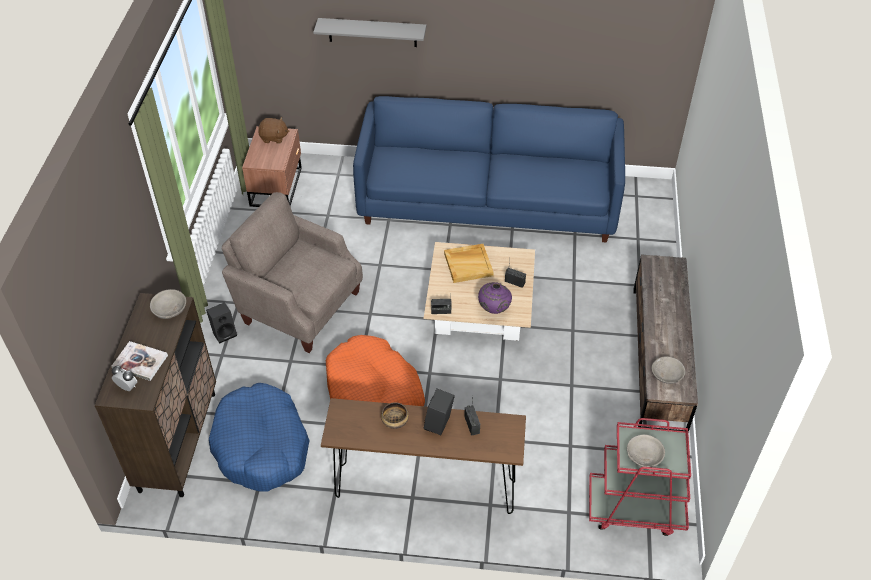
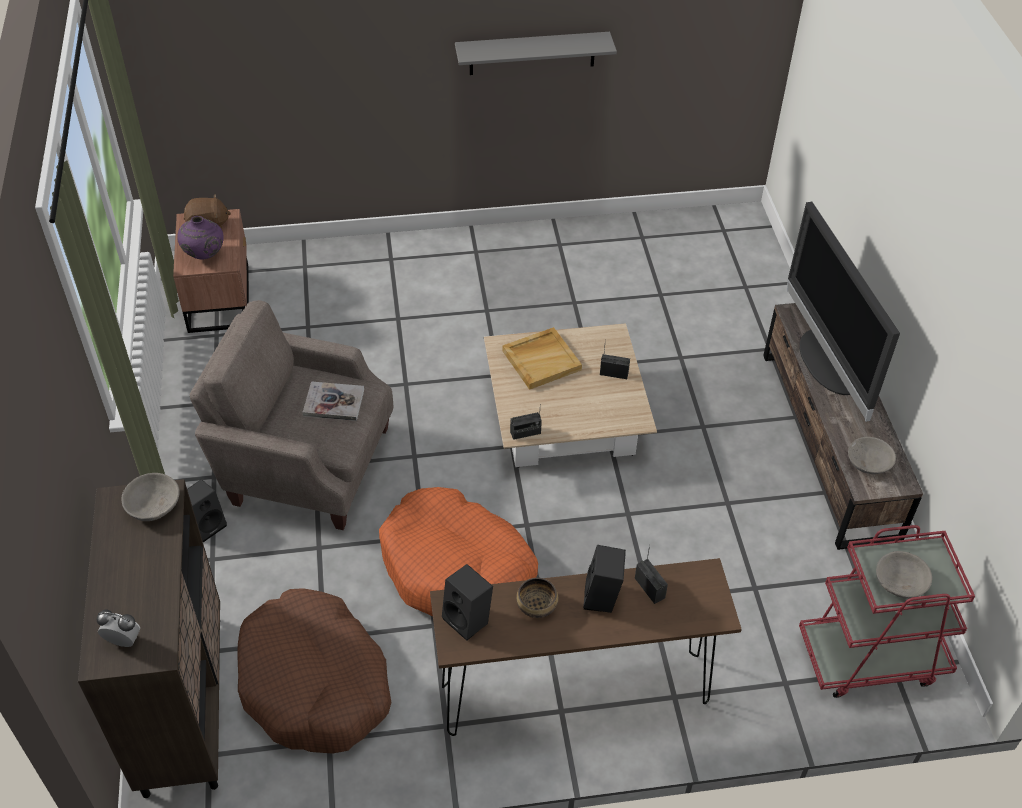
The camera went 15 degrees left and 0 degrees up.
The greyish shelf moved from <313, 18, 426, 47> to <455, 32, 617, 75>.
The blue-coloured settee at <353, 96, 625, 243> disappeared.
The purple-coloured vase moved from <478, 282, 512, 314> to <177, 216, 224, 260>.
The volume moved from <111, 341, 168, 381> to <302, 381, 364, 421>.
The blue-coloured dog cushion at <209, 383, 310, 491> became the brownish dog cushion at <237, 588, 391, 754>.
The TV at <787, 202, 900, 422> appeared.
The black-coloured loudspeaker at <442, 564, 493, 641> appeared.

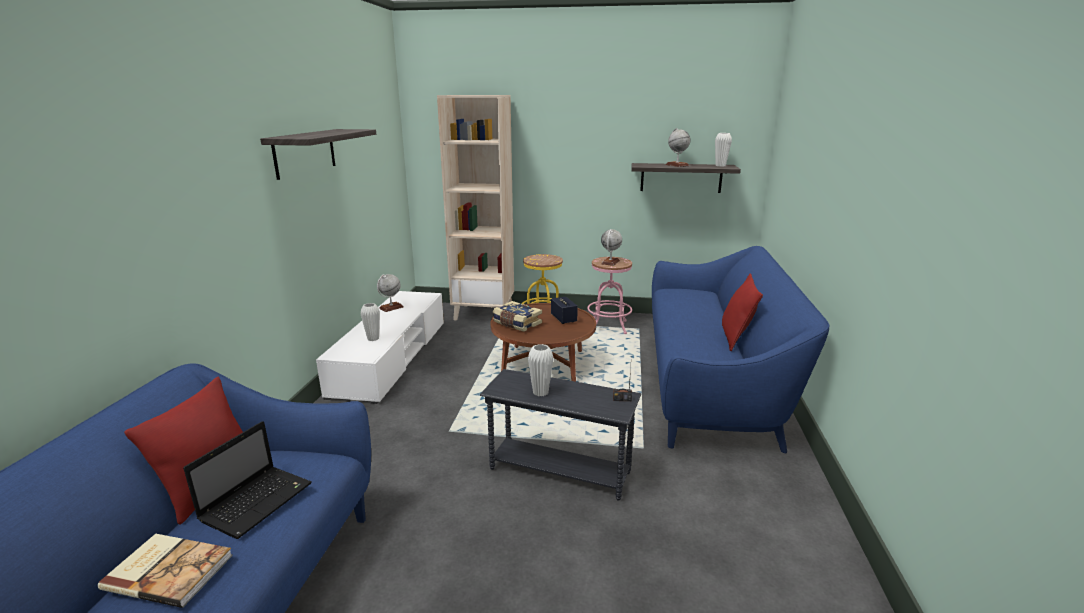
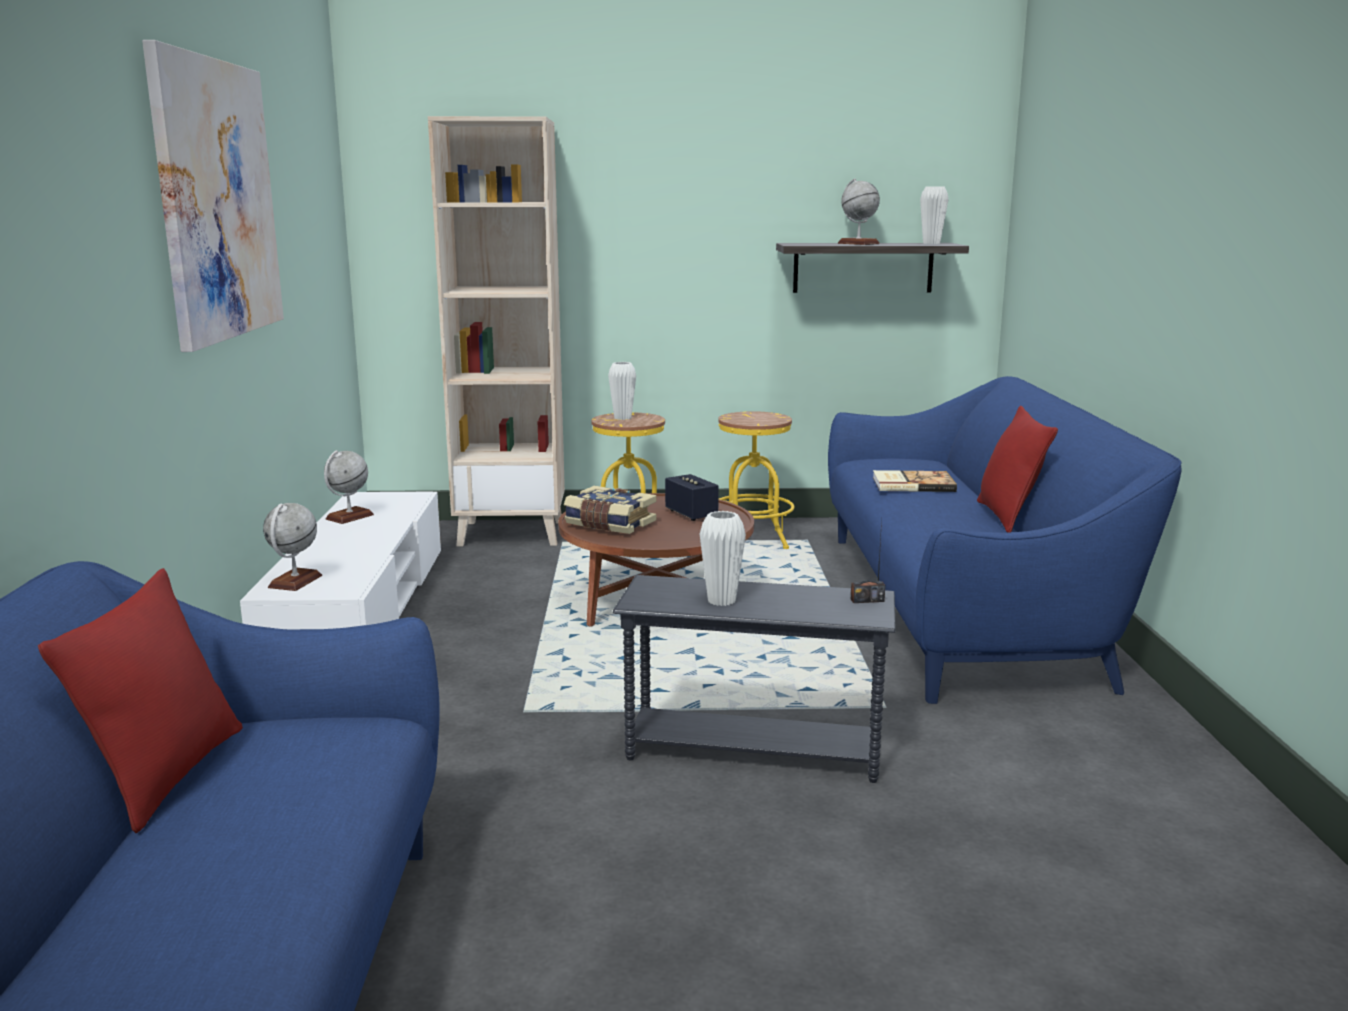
The camera went 10 degrees left and 5 degrees down.
The shelf at <260, 129, 376, 180> was replaced by the wall art at <142, 40, 284, 352>.
The globe moved from <601, 229, 622, 266> to <263, 503, 322, 591>.
The pink-coloured stool at <587, 257, 632, 334> became the yellowish stool at <718, 411, 794, 549>.
The whitish vase moved from <361, 303, 380, 341> to <608, 362, 636, 420>.
The laptop at <183, 421, 312, 539> disappeared.
The volume moved from <98, 534, 233, 608> to <873, 470, 957, 492>.

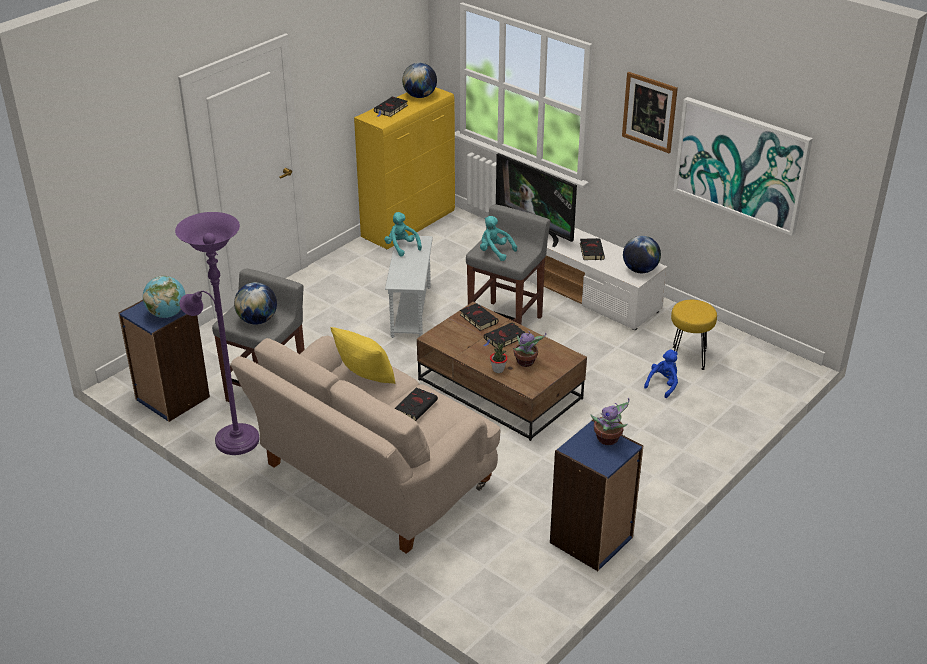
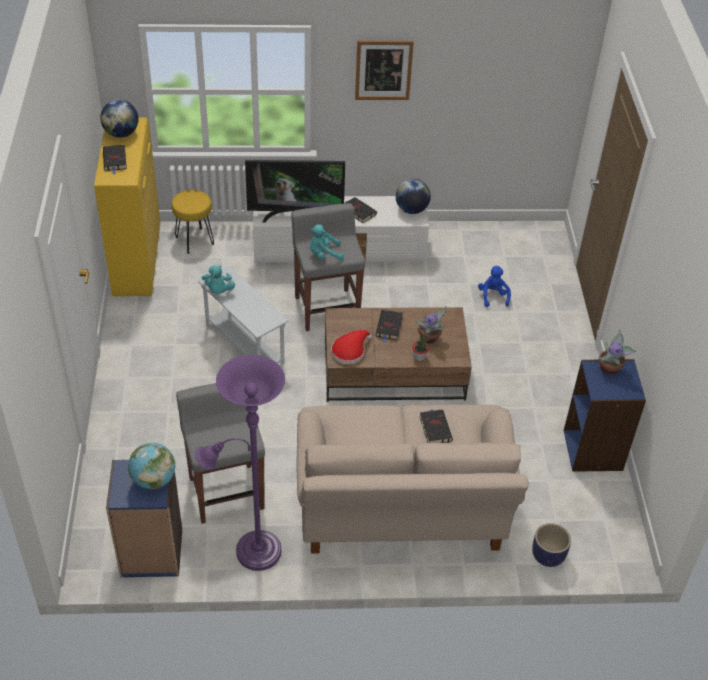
The camera went 45 degrees left and 10 degrees up.
The wall art at <673, 97, 813, 236> disappeared.
The blue-green cuddly toy at <384, 212, 422, 257> turned 105 degrees counterclockwise.
The globe at <234, 282, 277, 325> disappeared.
The yellowish stool moved from <671, 300, 717, 370> to <171, 190, 214, 254>.
The black-coloured volume at <460, 303, 498, 331> disappeared.
The yellowish pillow at <330, 327, 396, 384> disappeared.
The reddish clothing hat at <331, 330, 372, 365> appeared.
The flower pot at <532, 523, 571, 567> appeared.

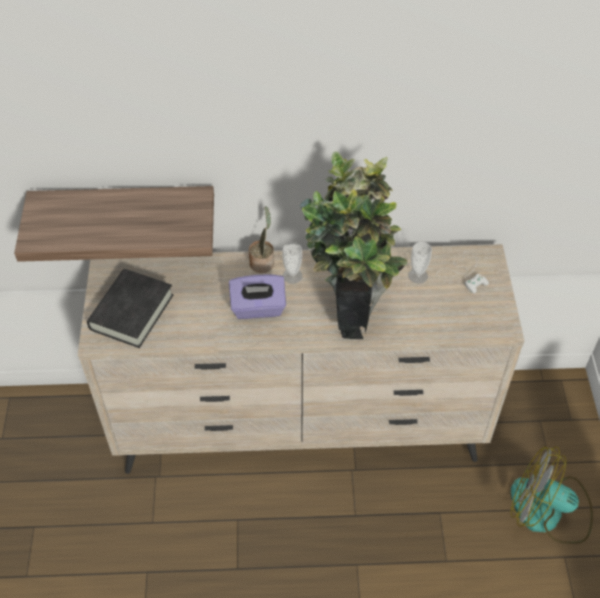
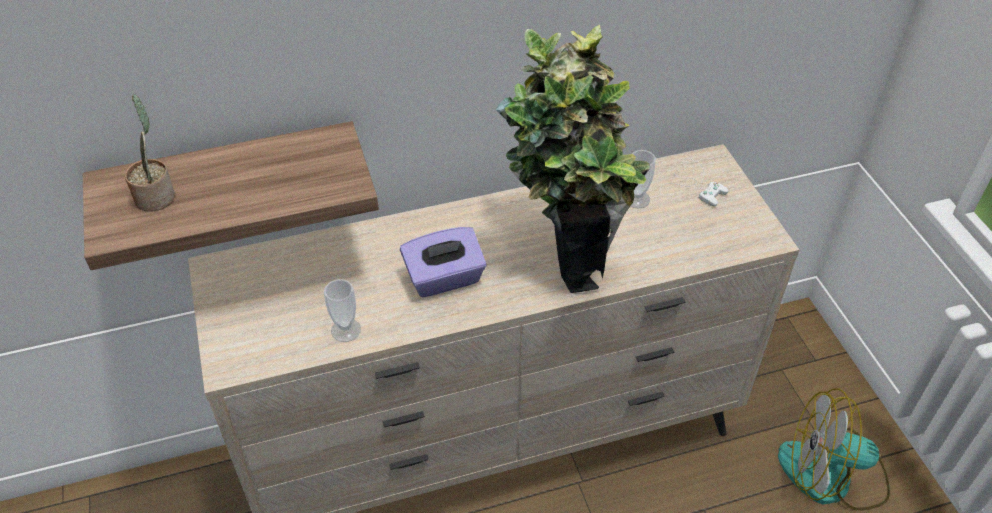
The camera went 15 degrees left and 5 degrees down.
The plant in a pot moved from <249, 206, 274, 273> to <125, 94, 175, 212>.
The cup moved from <282, 242, 303, 284> to <324, 279, 361, 342>.
The black-coloured volume at <87, 269, 173, 348> disappeared.

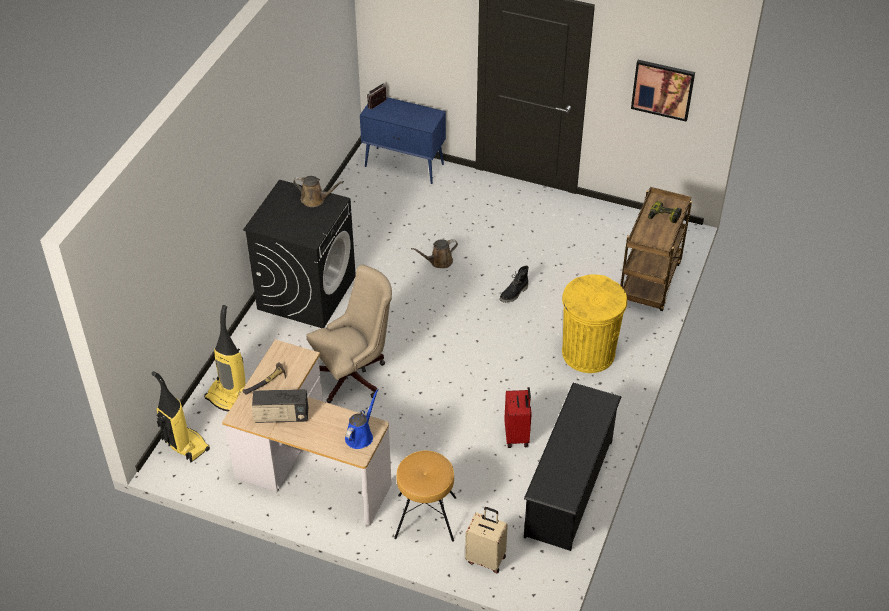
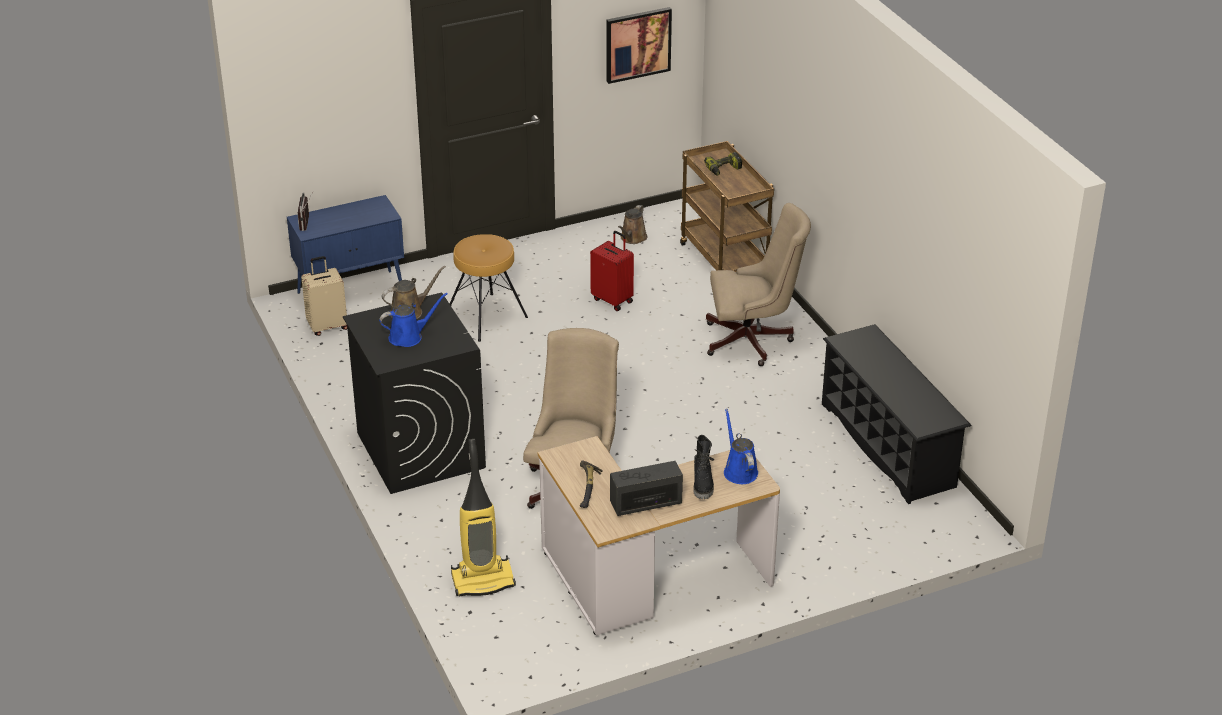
The camera went 45 degrees left and 10 degrees down.
The brownish sprinkling can moved from <411, 239, 458, 268> to <618, 205, 647, 244>.
The black-coloured boot moved from <499, 266, 529, 303> to <693, 435, 714, 499>.
The yellowish trash can at <562, 274, 627, 373> was replaced by the beige-coloured desk chair at <706, 203, 811, 366>.
The vacuum at <151, 371, 210, 463> disappeared.
The reddish travel case moved from <504, 387, 532, 448> to <590, 231, 634, 311>.
The radio at <252, 389, 308, 423> turned 150 degrees counterclockwise.
The brownish stool moved from <394, 451, 456, 542> to <450, 234, 528, 342>.
The beige-coloured travel case moved from <465, 507, 508, 573> to <301, 256, 347, 336>.
The blue-coloured sprinkling can at <379, 293, 448, 347> appeared.

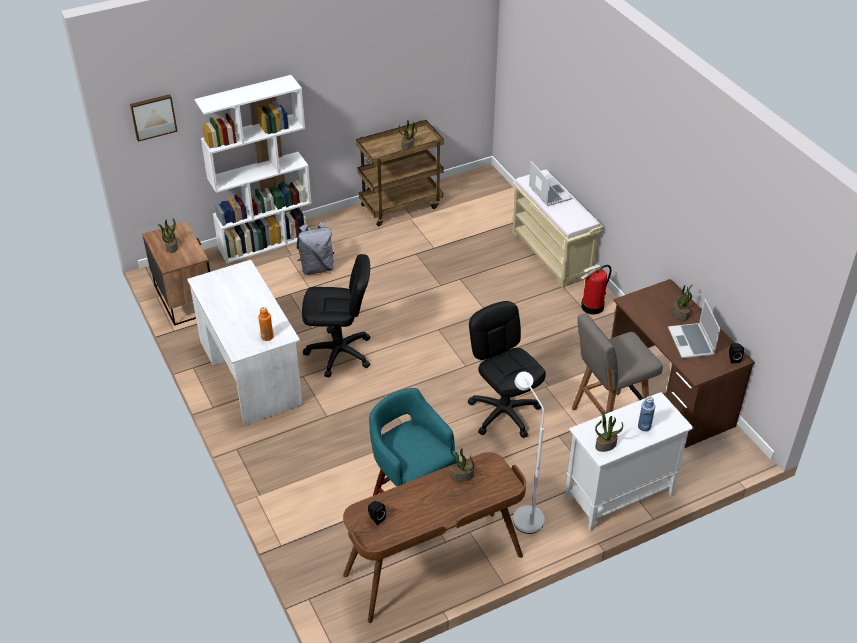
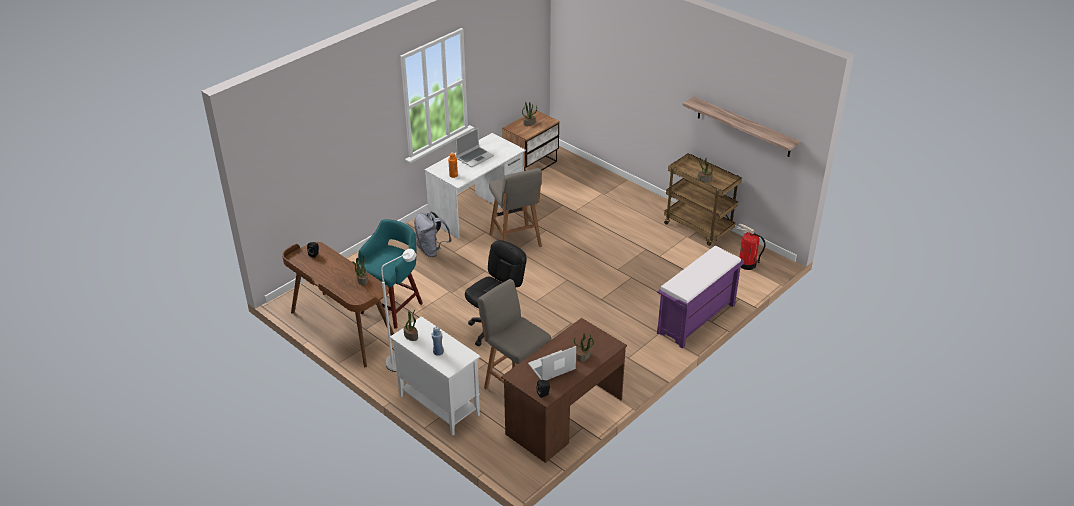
The camera went 70 degrees right and 5 degrees down.
The whitish shelving unit at <194, 75, 312, 264> disappeared.
The wall art at <130, 94, 178, 142> disappeared.
The laptop moved from <529, 161, 573, 206> to <456, 128, 494, 167>.
The beige-coloured long seat at <512, 170, 604, 288> became the purple-coloured long seat at <657, 246, 744, 349>.
The greyish knapsack moved from <296, 222, 334, 275> to <414, 211, 452, 257>.
The black-coloured desk chair at <302, 254, 370, 377> was replaced by the greyish stool at <489, 168, 542, 247>.
The fire extinguisher moved from <581, 264, 612, 315> to <736, 223, 766, 270>.
The shelf at <683, 97, 800, 157> appeared.

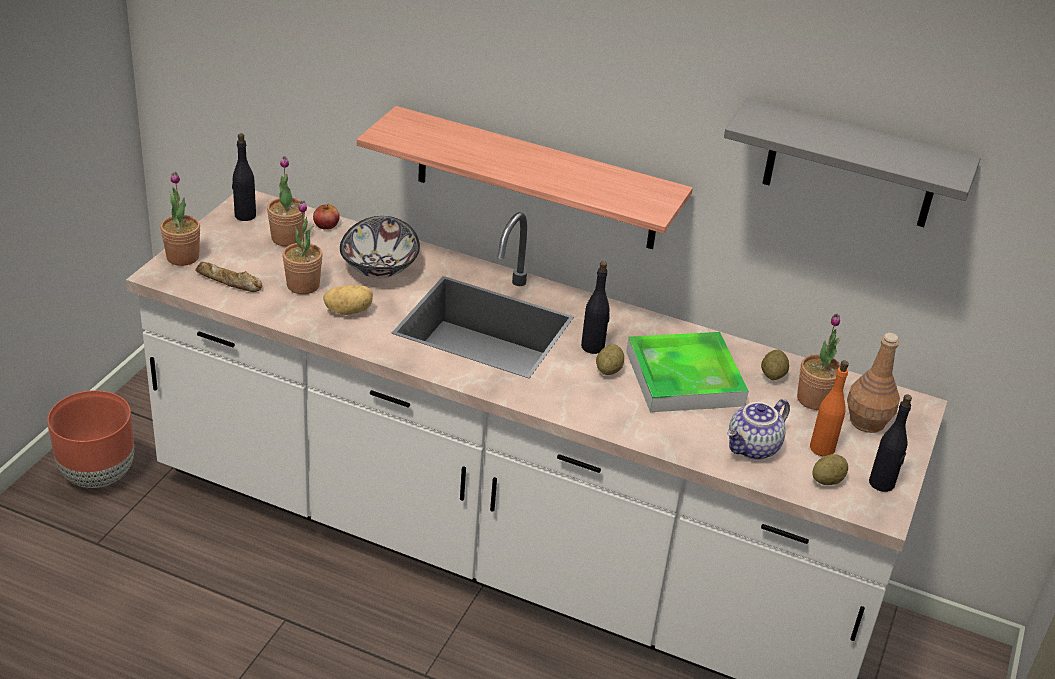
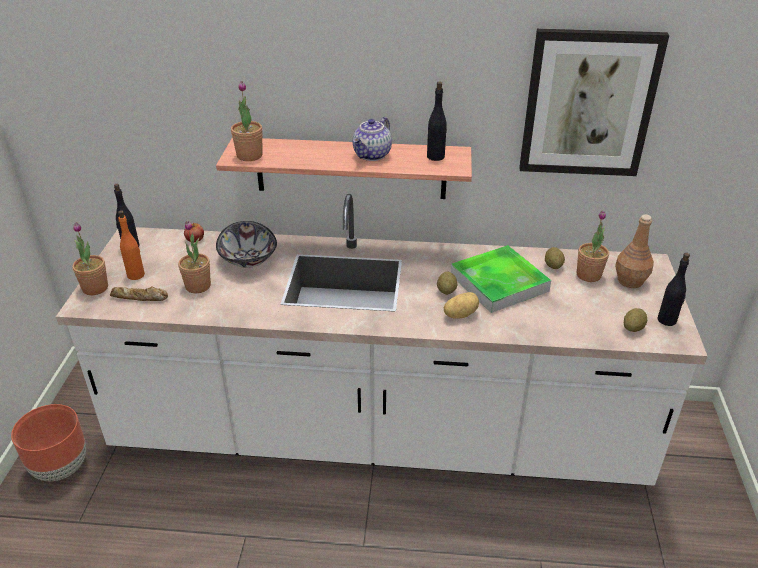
The camera went 15 degrees left and 0 degrees up.
The greyish shelf at <724, 99, 981, 227> was replaced by the wall art at <519, 29, 669, 176>.
The plant in a pot moved from <267, 156, 305, 247> to <231, 81, 263, 161>.
The black-coloured beverage bottle moved from <581, 261, 610, 354> to <427, 82, 447, 161>.
The potato moved from <323, 285, 373, 315> to <444, 292, 479, 319>.
The orange-coloured beverage bottle moved from <810, 360, 849, 457> to <118, 210, 145, 280>.
The pot for tea moved from <727, 399, 790, 460> to <352, 117, 392, 161>.

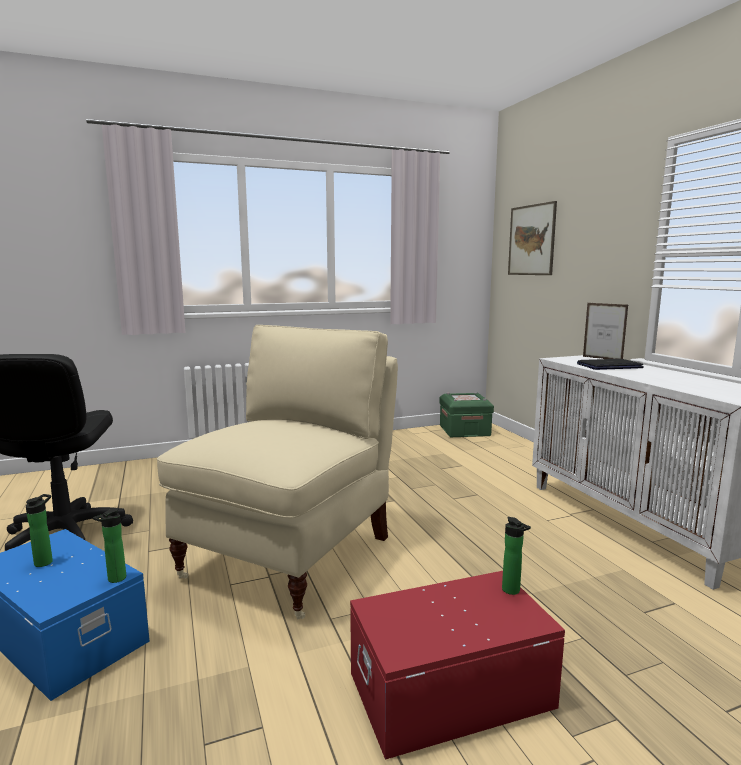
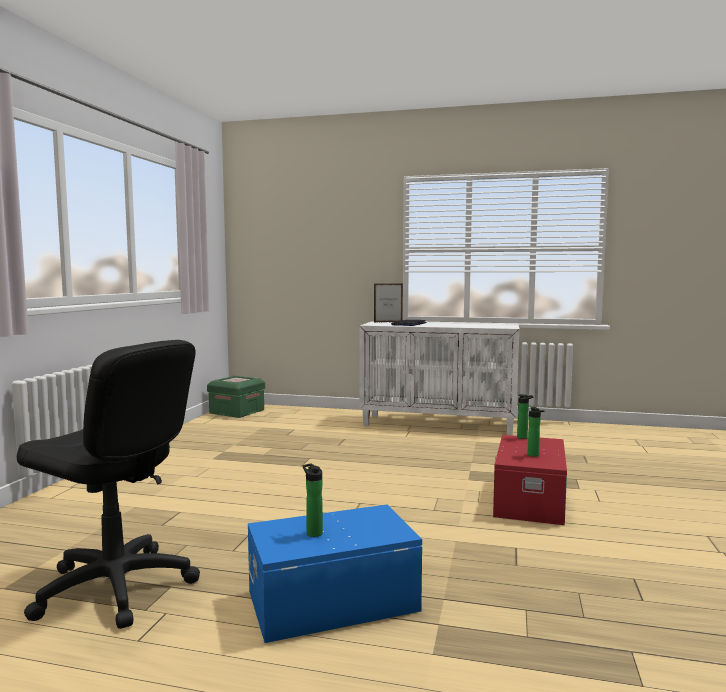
The camera went 55 degrees left and 5 degrees down.
The wall art at <508, 201, 557, 275> disappeared.
The beige-coloured upright chair at <157, 325, 398, 619> disappeared.
The beverage bottle moved from <93, 508, 126, 583> to <527, 407, 545, 457>.

